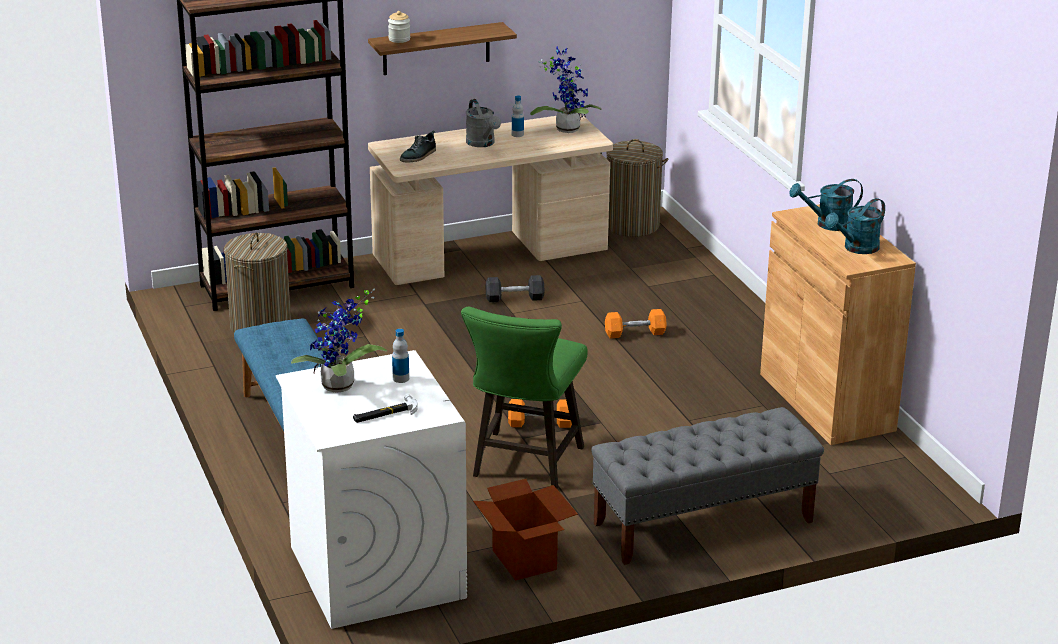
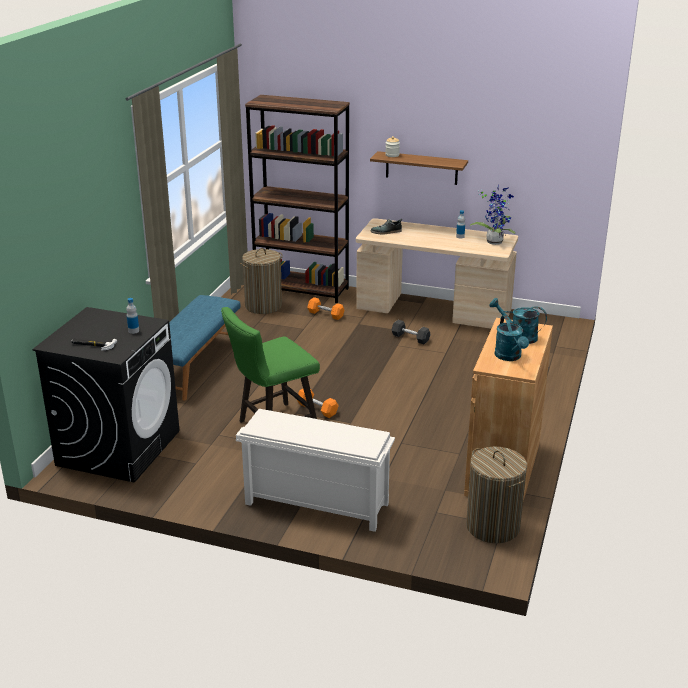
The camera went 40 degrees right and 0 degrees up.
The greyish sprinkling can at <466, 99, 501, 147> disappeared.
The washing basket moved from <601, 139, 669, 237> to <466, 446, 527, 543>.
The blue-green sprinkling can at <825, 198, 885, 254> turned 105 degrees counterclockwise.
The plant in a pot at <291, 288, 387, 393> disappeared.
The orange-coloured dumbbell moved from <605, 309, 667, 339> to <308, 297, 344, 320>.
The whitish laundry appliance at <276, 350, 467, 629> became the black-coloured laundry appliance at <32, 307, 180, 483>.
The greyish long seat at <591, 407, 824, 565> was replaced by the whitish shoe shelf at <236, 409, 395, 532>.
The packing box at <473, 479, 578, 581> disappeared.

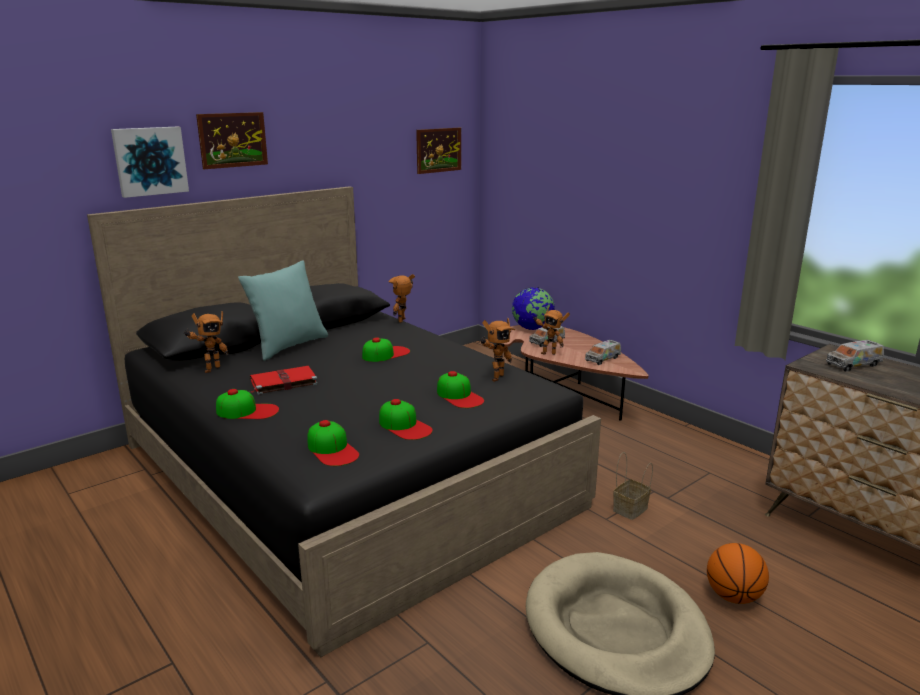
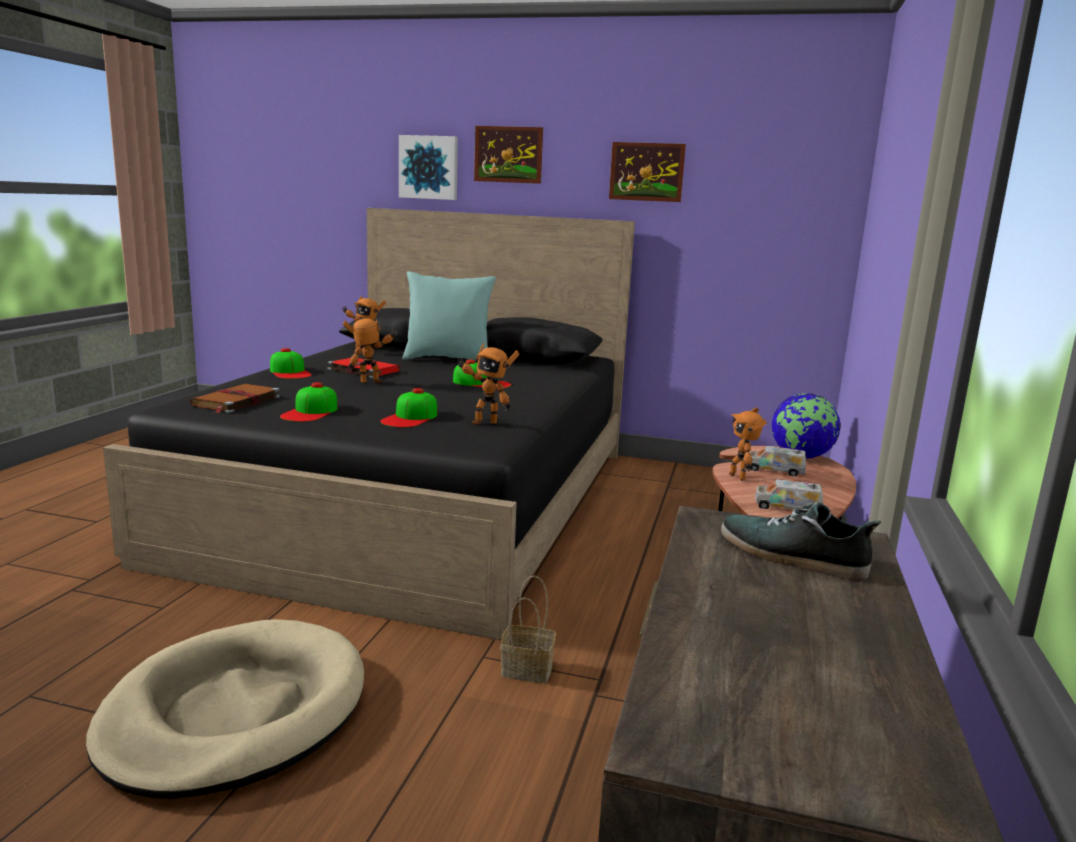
The camera went 55 degrees right and 5 degrees down.
The wall art moved from <416, 128, 461, 174> to <609, 142, 686, 202>.
The robot figure moved from <388, 274, 415, 323> to <343, 319, 398, 383>.
The model truck at <826, 340, 884, 372> was replaced by the low shoe at <721, 502, 881, 581>.
The cap at <307, 420, 359, 466> was replaced by the brownish volume at <190, 384, 280, 413>.
The basketball at <707, 543, 769, 604> disappeared.

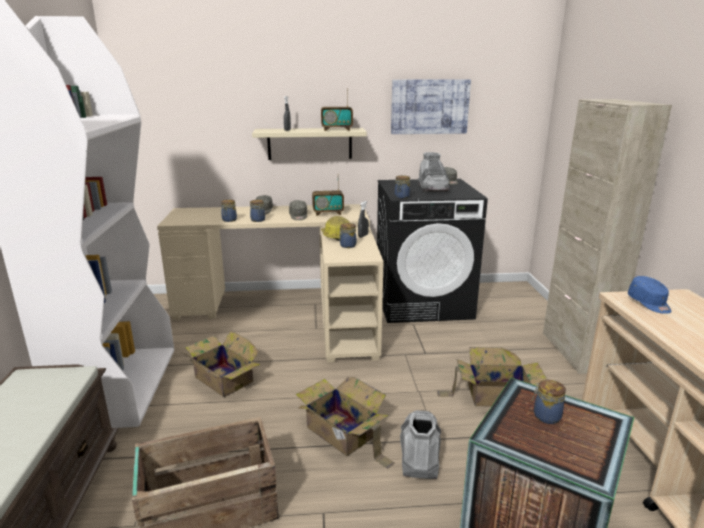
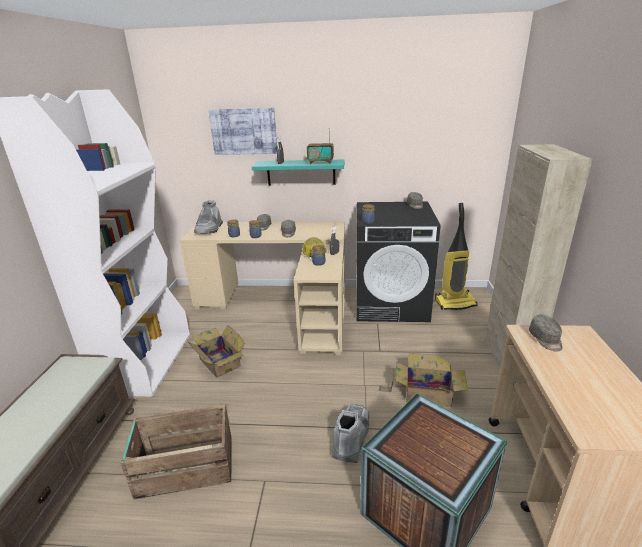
The camera went 10 degrees right and 5 degrees up.
The wall art moved from <391, 79, 471, 134> to <208, 108, 277, 155>.
The beige-coloured shelf at <252, 128, 367, 160> became the blue-green shelf at <252, 160, 345, 186>.
The greyish boot moved from <418, 152, 450, 192> to <194, 200, 223, 234>.
The radio at <312, 174, 344, 216> disappeared.
The blue-coloured cap at <628, 276, 672, 314> became the greyish cap at <529, 315, 563, 352>.
The packing box at <295, 377, 395, 469> disappeared.
The storage jar at <532, 380, 566, 424> disappeared.
The vacuum at <435, 203, 478, 310> appeared.

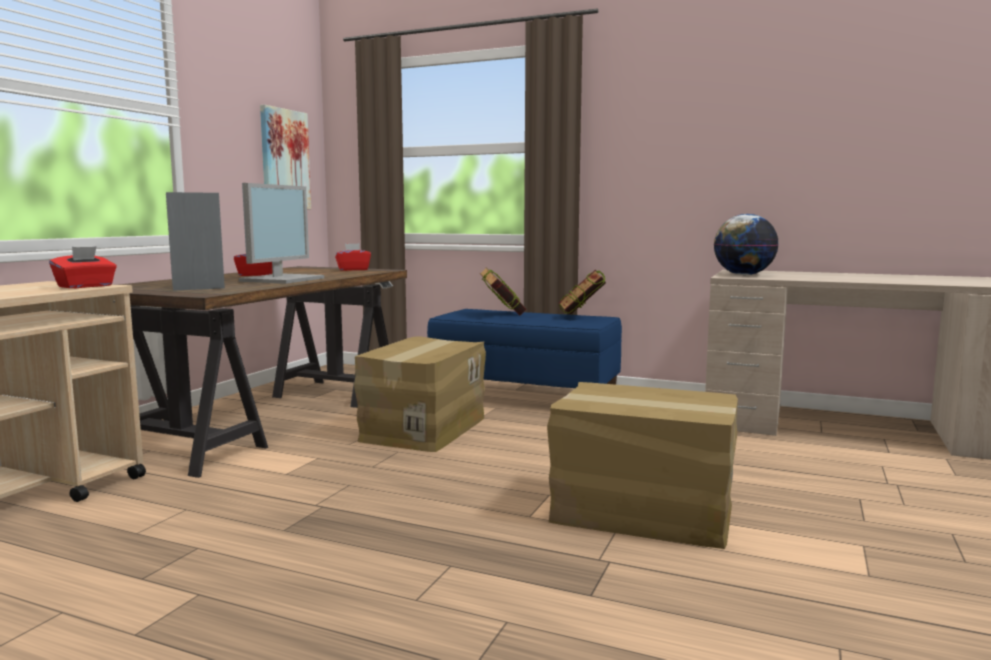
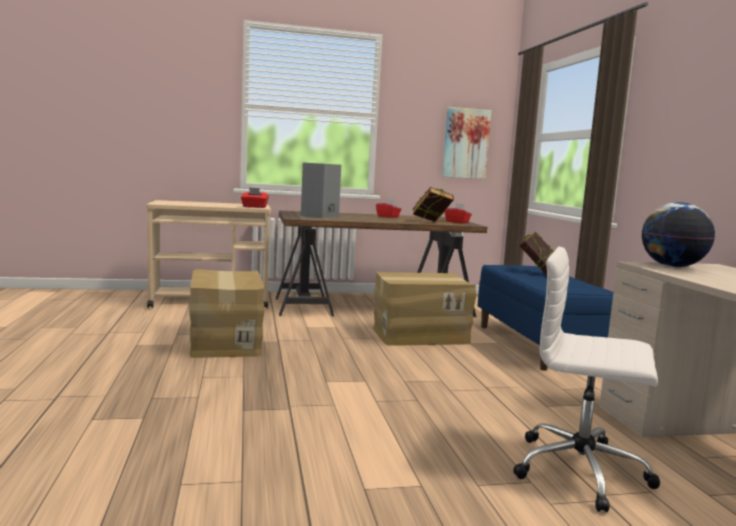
The camera went 55 degrees right and 0 degrees up.
The monitor at <239, 183, 324, 284> disappeared.
The volume moved from <558, 270, 606, 315> to <412, 187, 454, 222>.
The packing box moved from <547, 382, 738, 549> to <189, 269, 264, 358>.
The whitish desk chair at <513, 247, 660, 512> appeared.

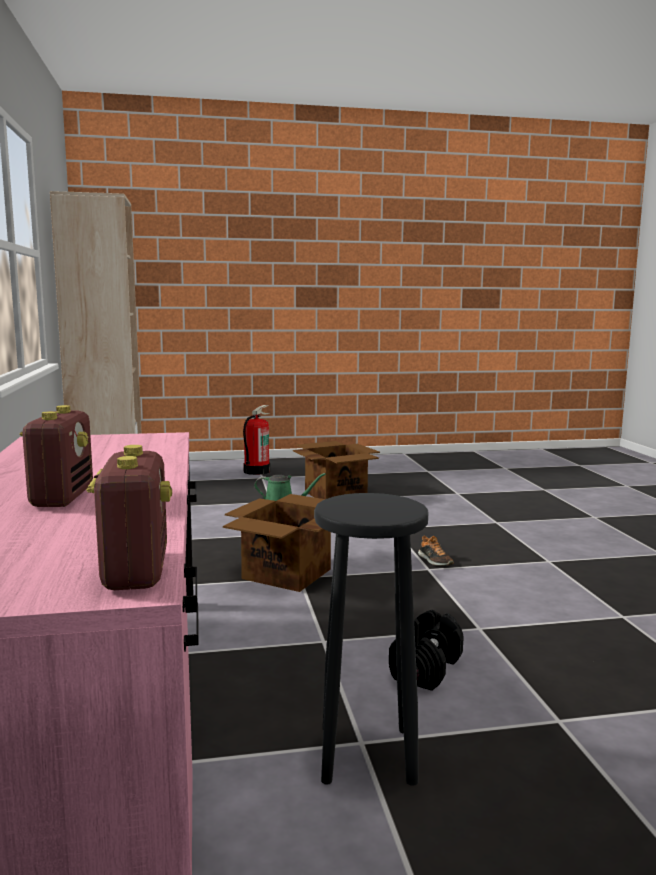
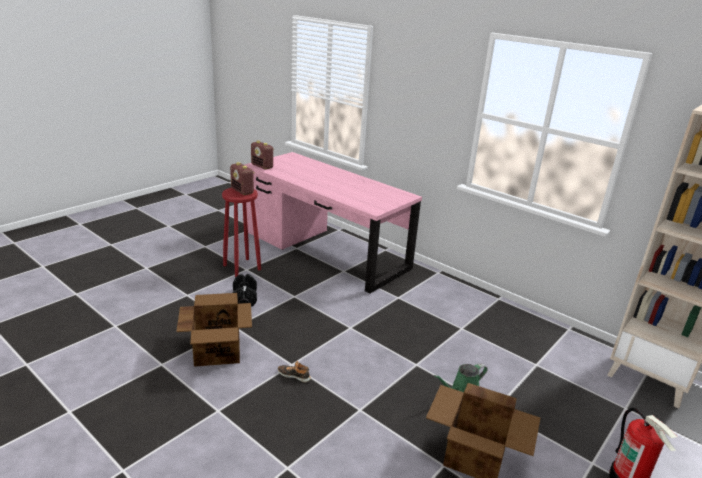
The camera went 140 degrees right and 15 degrees up.
The radio moved from <19, 405, 93, 507> to <230, 162, 255, 195>.
The black-coloured stool at <314, 493, 428, 786> became the reddish stool at <222, 188, 261, 277>.
The packing box moved from <223, 494, 331, 592> to <176, 293, 252, 367>.

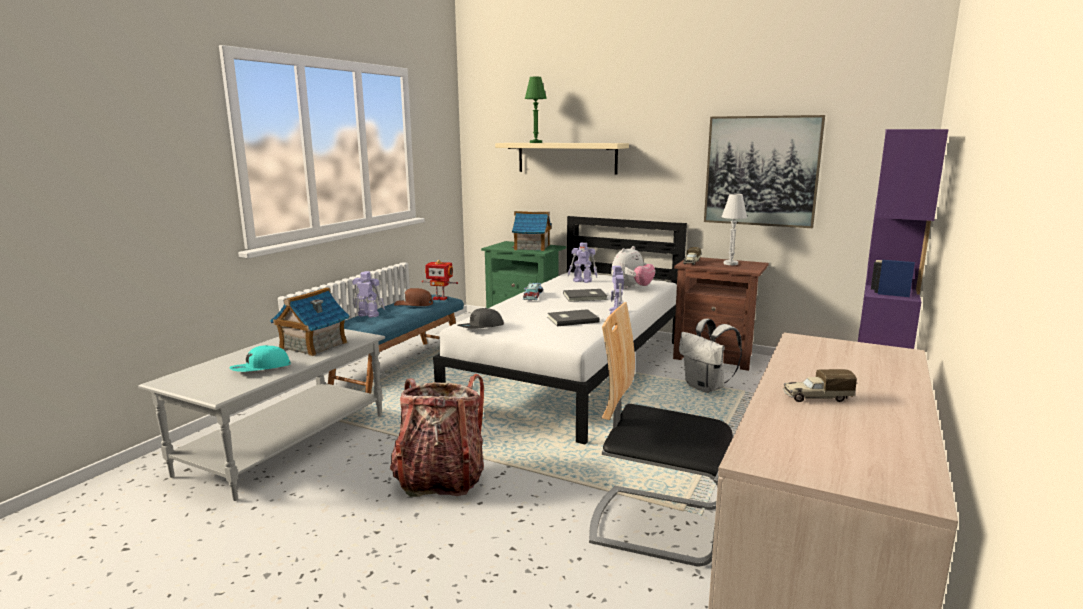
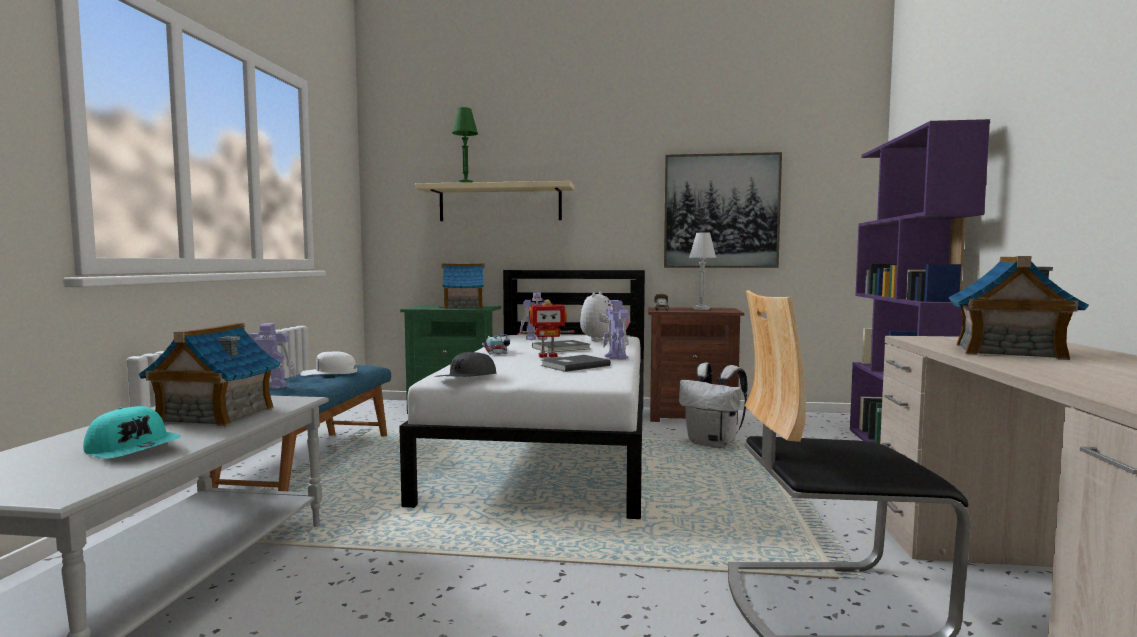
The camera went 20 degrees left and 10 degrees down.
The robot figure moved from <422, 260, 458, 300> to <521, 300, 575, 357>.
The brownish cap at <394, 288, 433, 306> became the whitish cap at <300, 351, 357, 376>.
The blue-green cap at <229, 345, 291, 372> turned 90 degrees counterclockwise.
The model truck at <783, 369, 857, 402> disappeared.
The knapsack at <390, 374, 484, 497> disappeared.
The toy house at <948, 256, 1089, 360> appeared.

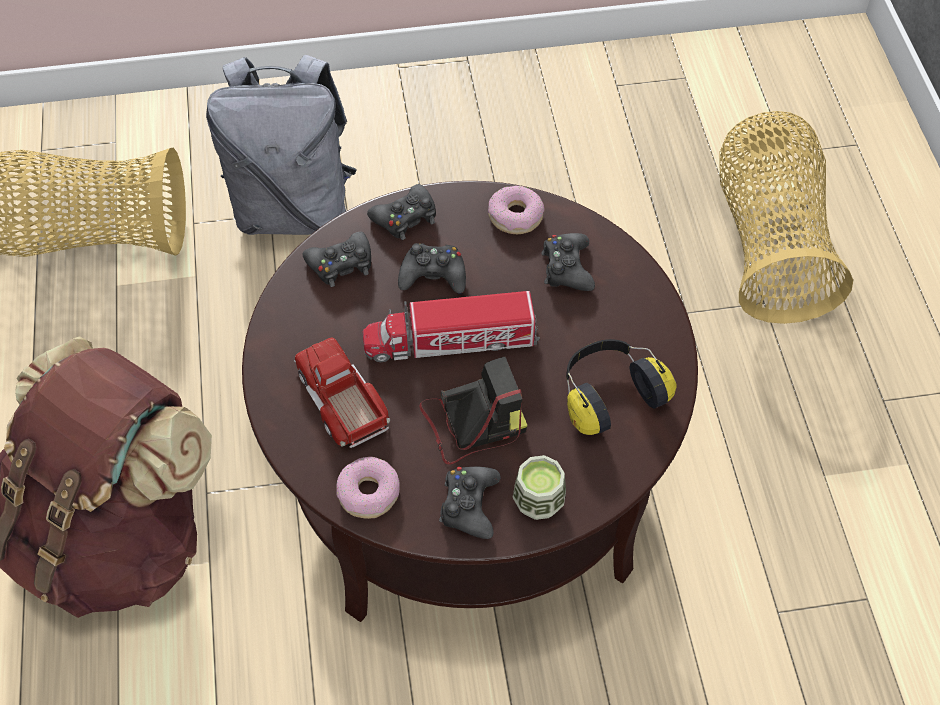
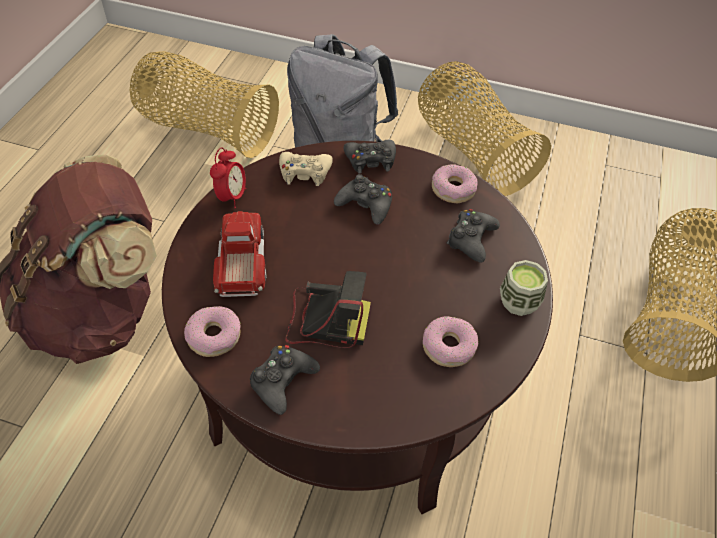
The camera went 25 degrees right and 5 degrees down.
The black-coloured game controller at <303, 232, 371, 287> became the beige-coloured game controller at <279, 152, 333, 186>.
The model truck at <362, 291, 540, 362> disappeared.
The pair of headphones at <566, 339, 676, 435> was replaced by the doughnut at <423, 316, 478, 367>.
The cup moved from <513, 455, 566, 520> to <500, 260, 548, 316>.
The storage basket at <418, 61, 551, 196> appeared.
The table clock at <210, 147, 246, 208> appeared.

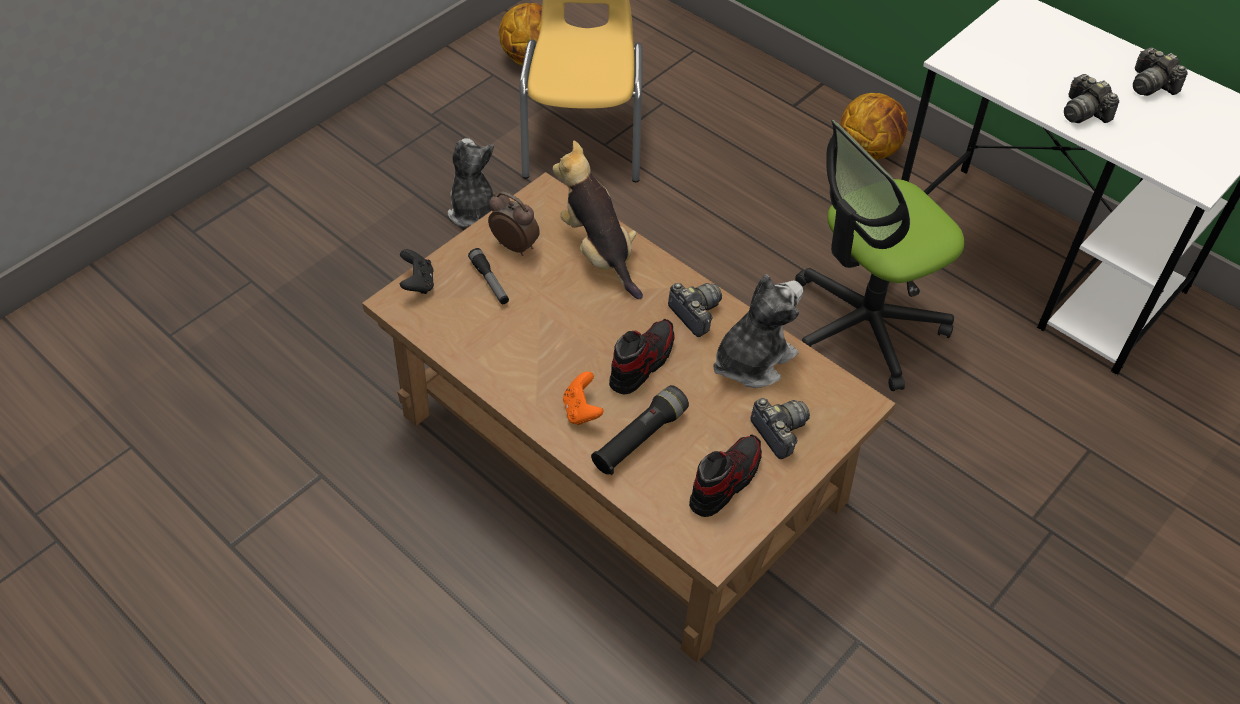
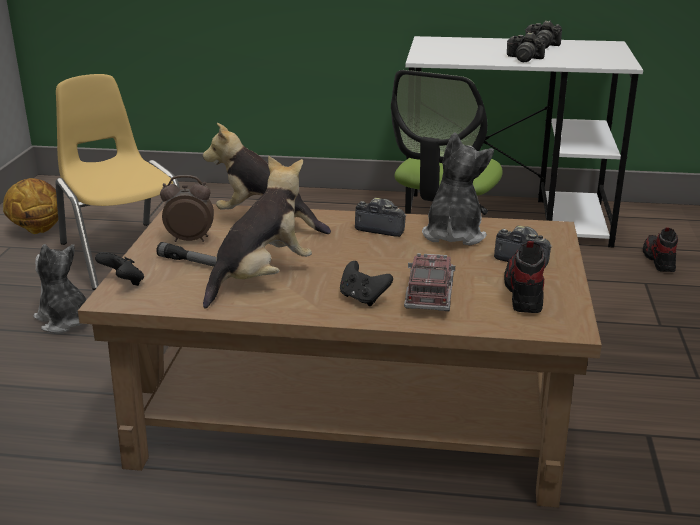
The camera went 35 degrees left and 25 degrees down.
The basketball at <840, 93, 908, 159> disappeared.
The low shoe moved from <609, 319, 674, 395> to <643, 227, 678, 272>.
The orange-coloured game controller at <563, 371, 603, 425> became the black-coloured game controller at <340, 261, 393, 306>.
The black-coloured torch at <591, 385, 689, 475> was replaced by the model truck at <404, 253, 455, 311>.
The cuddly toy at <203, 156, 312, 309> appeared.

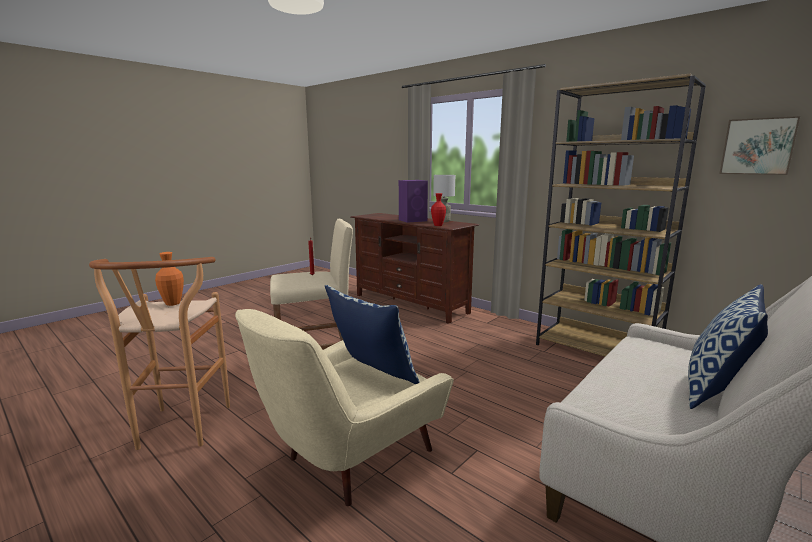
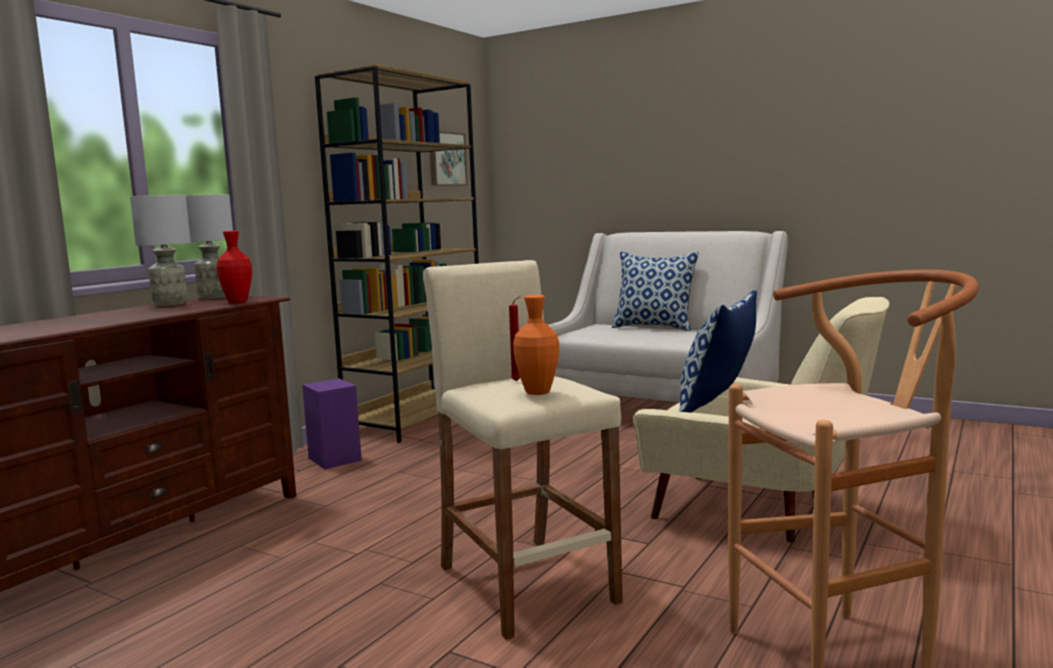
The camera went 100 degrees left and 5 degrees down.
The purple-coloured loudspeaker moved from <399, 180, 428, 223> to <302, 378, 362, 469>.
The orange-coloured vase moved from <155, 252, 184, 306> to <513, 295, 559, 395>.
The greyish table lamp at <186, 194, 233, 299> appeared.

